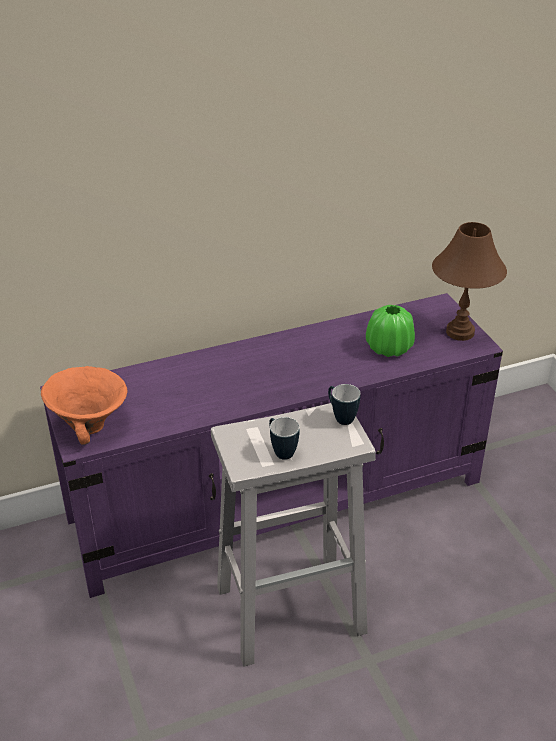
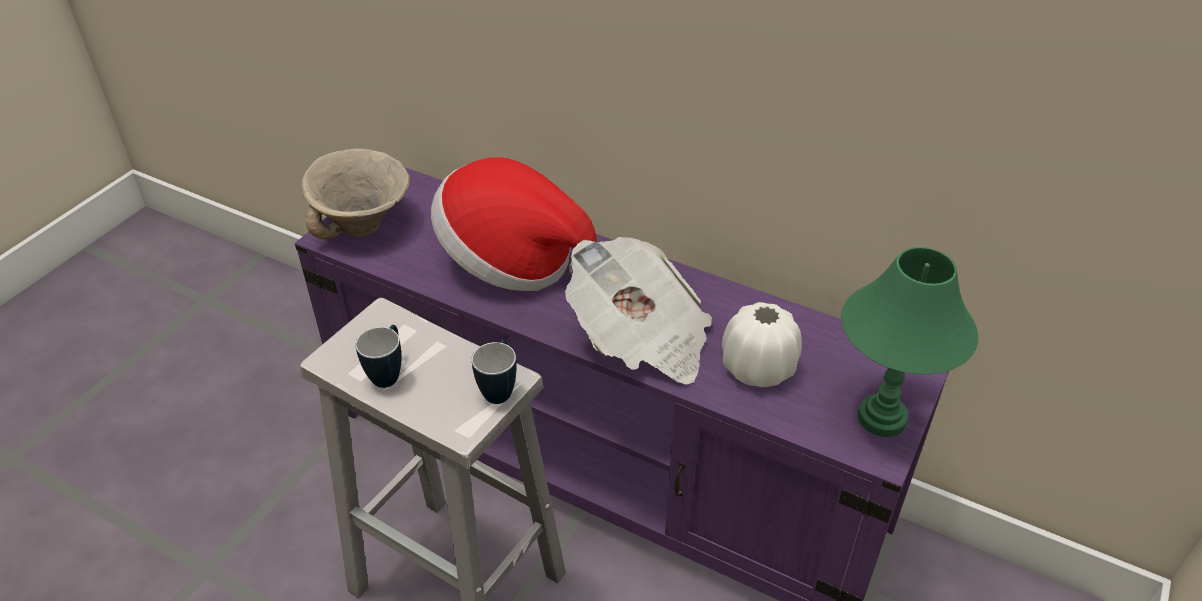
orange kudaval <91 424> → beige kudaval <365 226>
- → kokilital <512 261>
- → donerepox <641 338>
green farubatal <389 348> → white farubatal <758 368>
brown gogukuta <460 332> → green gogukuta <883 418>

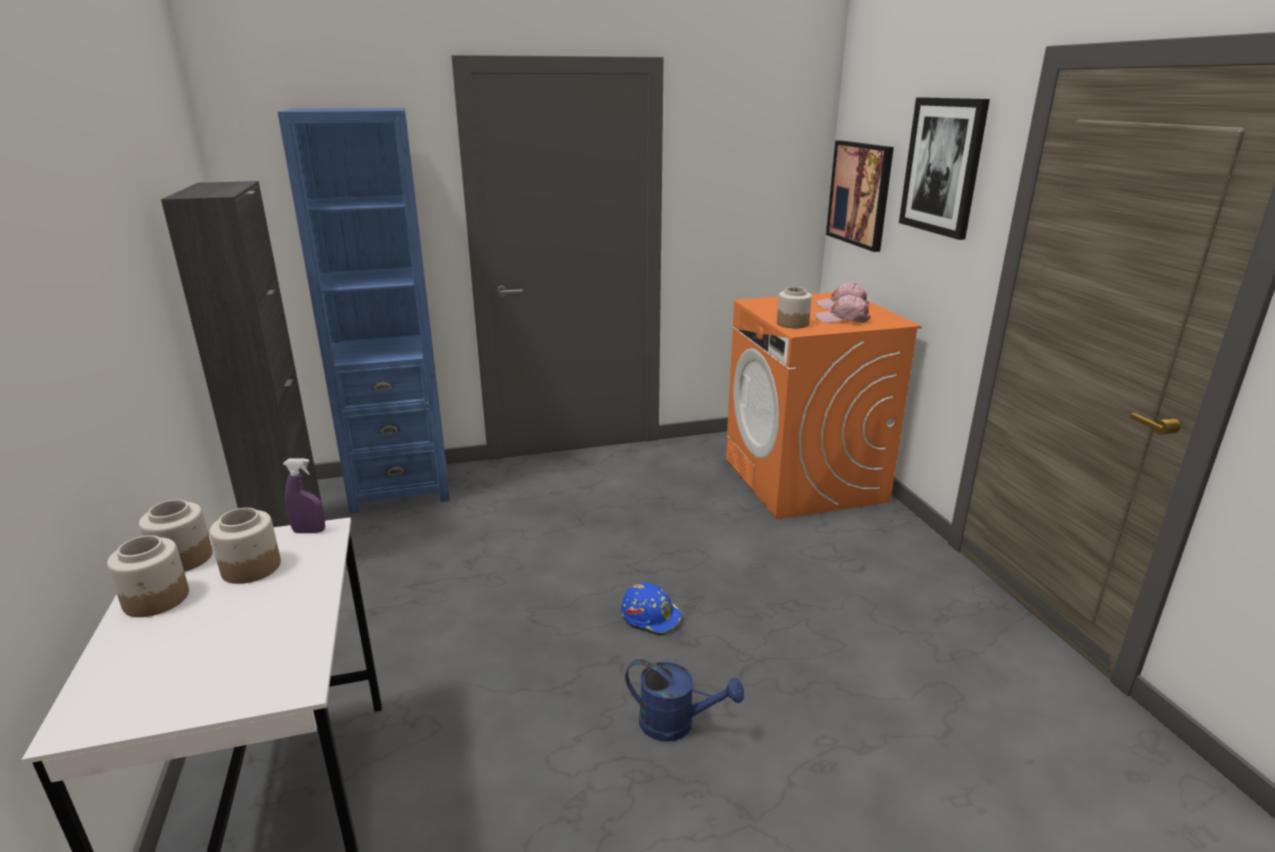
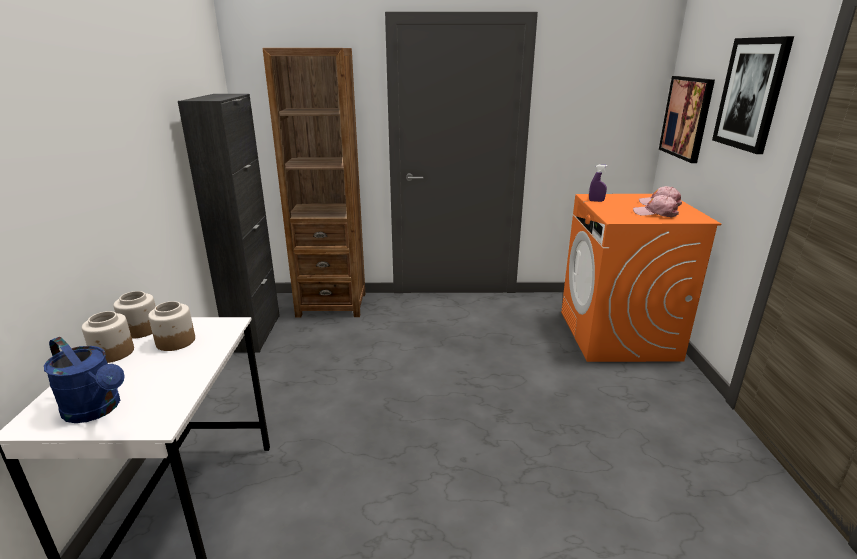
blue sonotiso <676 724> → blue sonotiso <97 410>, move
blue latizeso <400 488> → brown latizeso <332 305>
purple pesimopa <309 531> → purple pesimopa <596 201>, move
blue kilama <651 616> → -
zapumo <792 323> → -

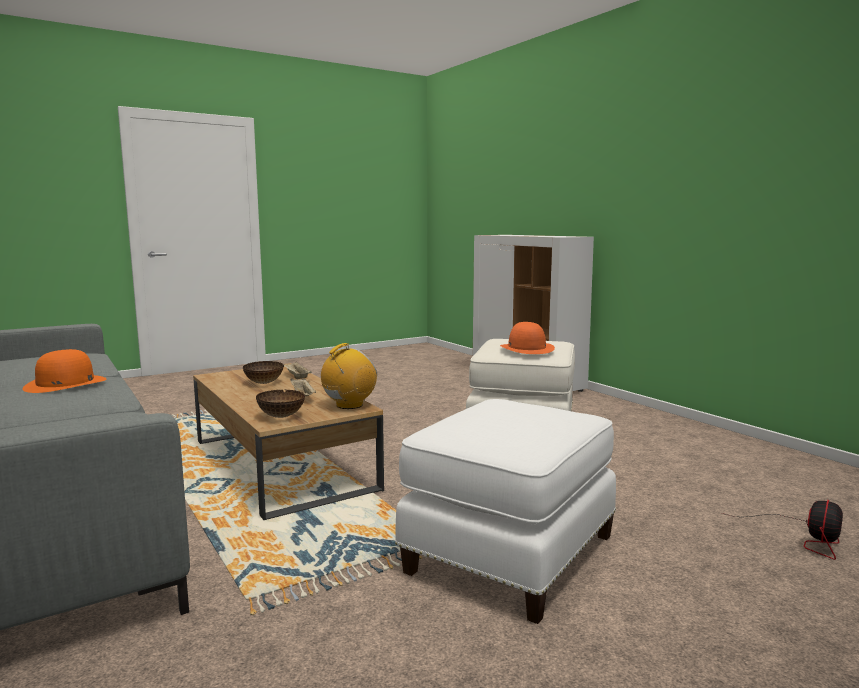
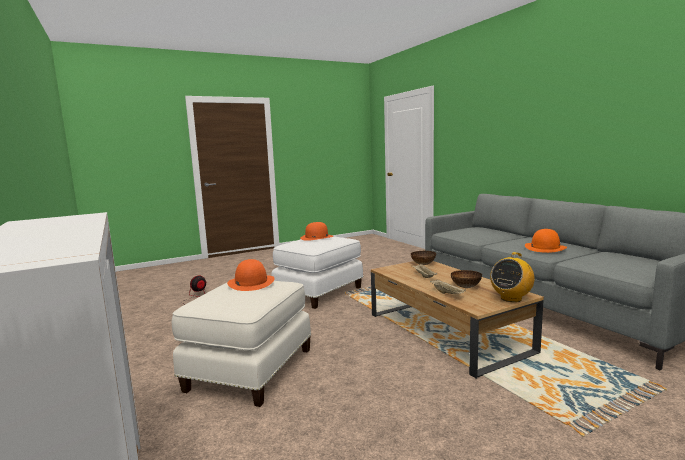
- → orange kokilital <316 237>
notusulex <349 405> → notusulex <511 298>, move

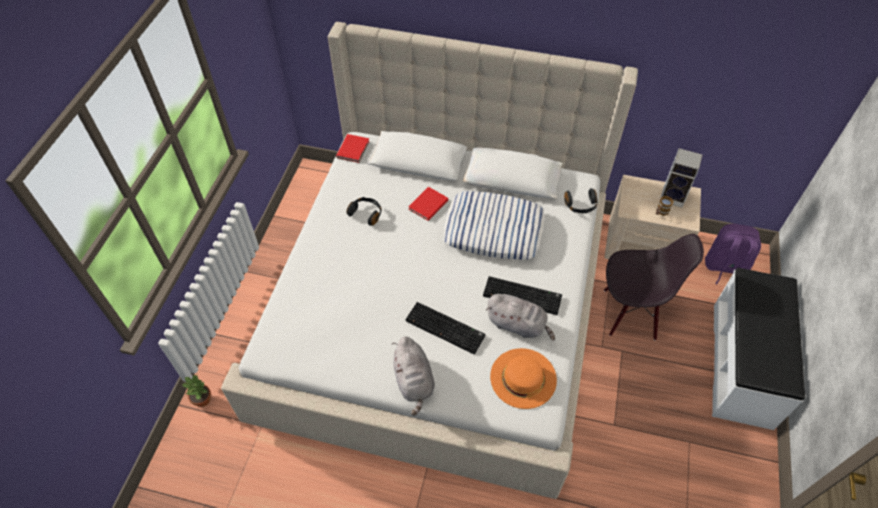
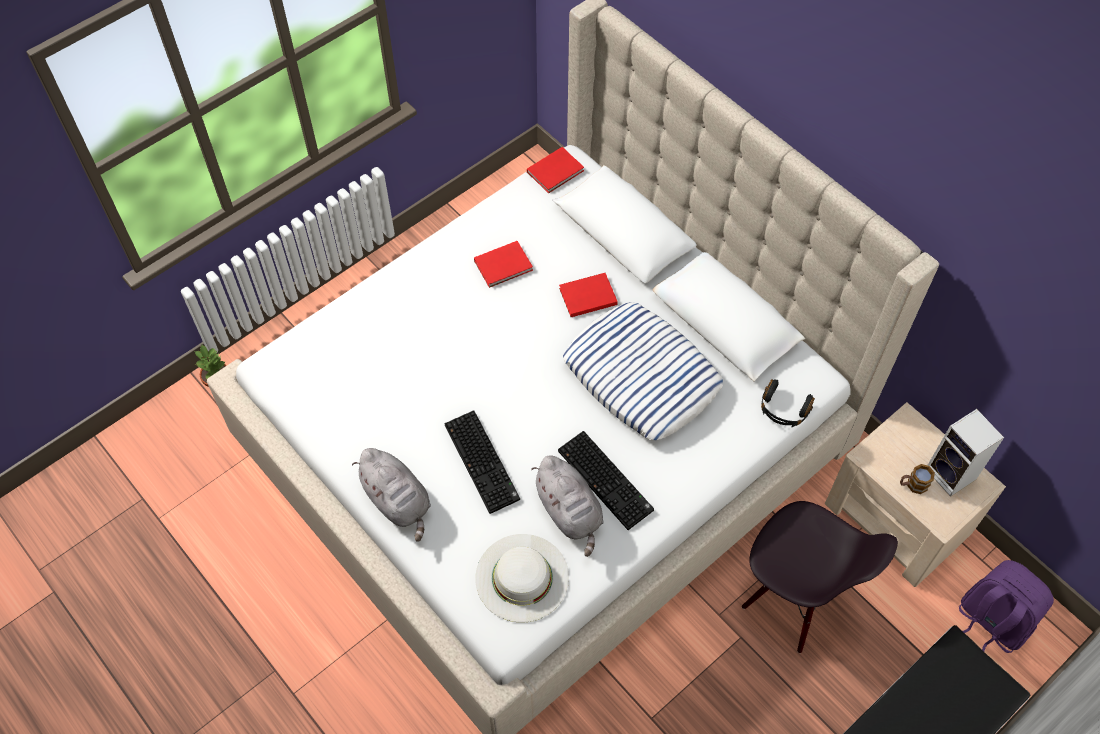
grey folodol <414 381> → grey folodol <398 501>, 60 degrees counterclockwise
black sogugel <366 213> → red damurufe <505 265>
orange kokilital <523 378> → white kokilital <522 577>

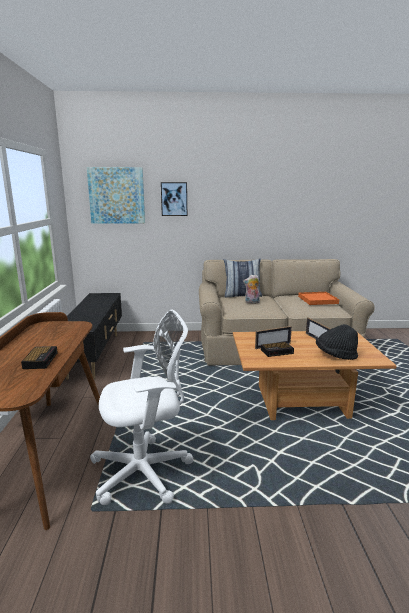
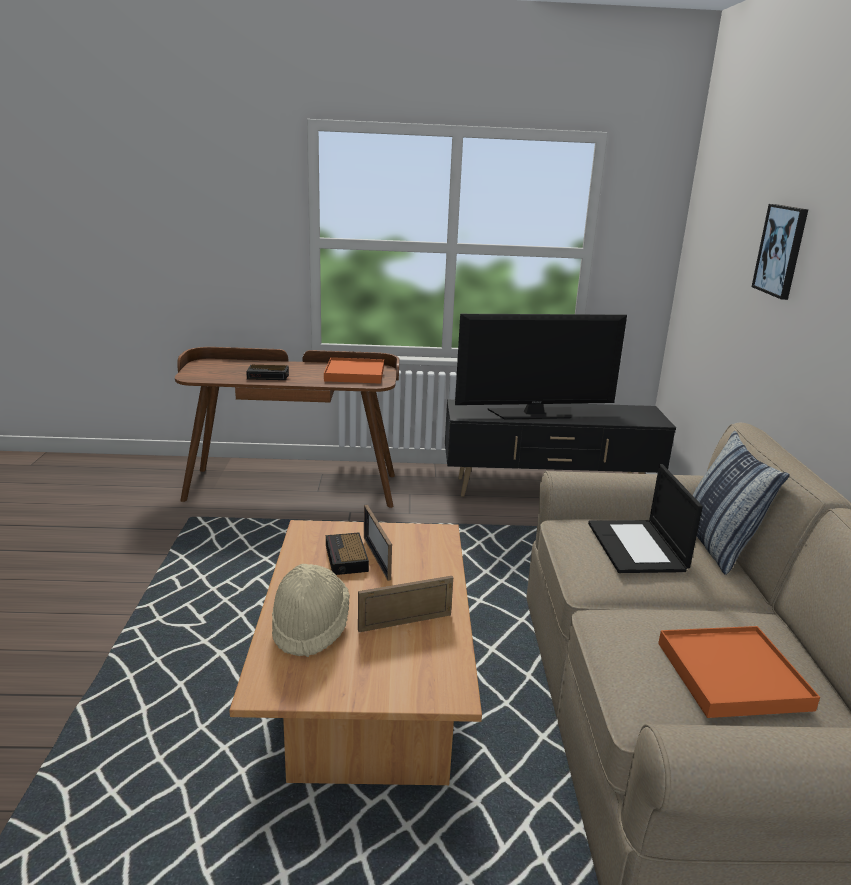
black kokilital <335 355> → beige kokilital <310 627>
- → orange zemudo <355 374>
- → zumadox <534 413>
folodol <251 302> → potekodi <637 547>
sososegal <116 195> → -
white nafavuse <146 471> → -

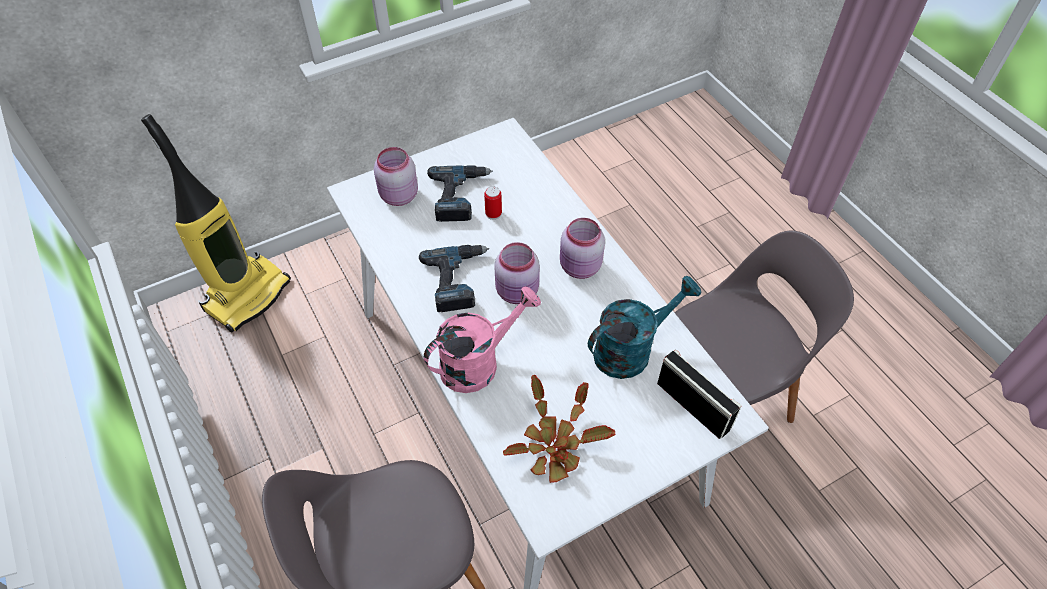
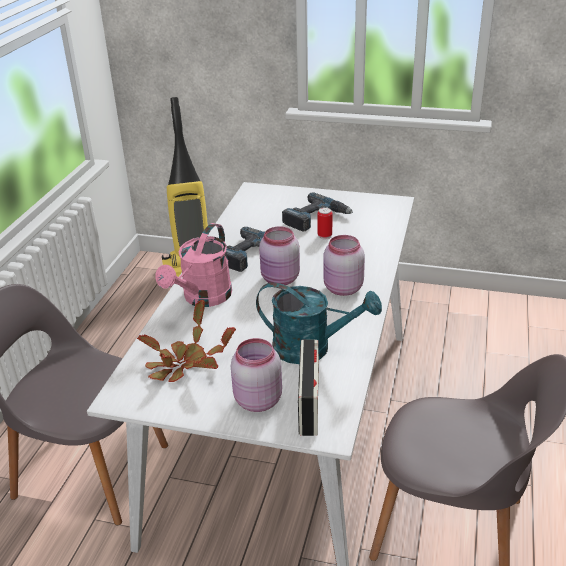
pink sonotiso <478 362> → pink sonotiso <203 298>, 105 degrees clockwise
pink zapumo <398 196> → pink zapumo <256 400>, move

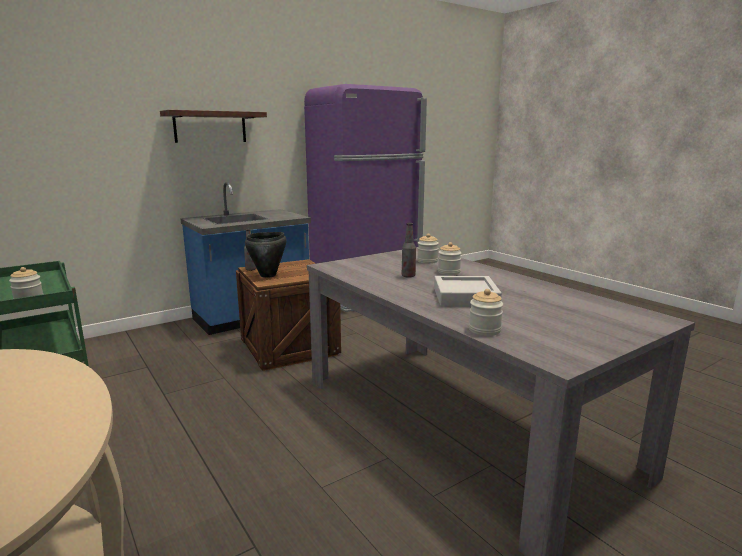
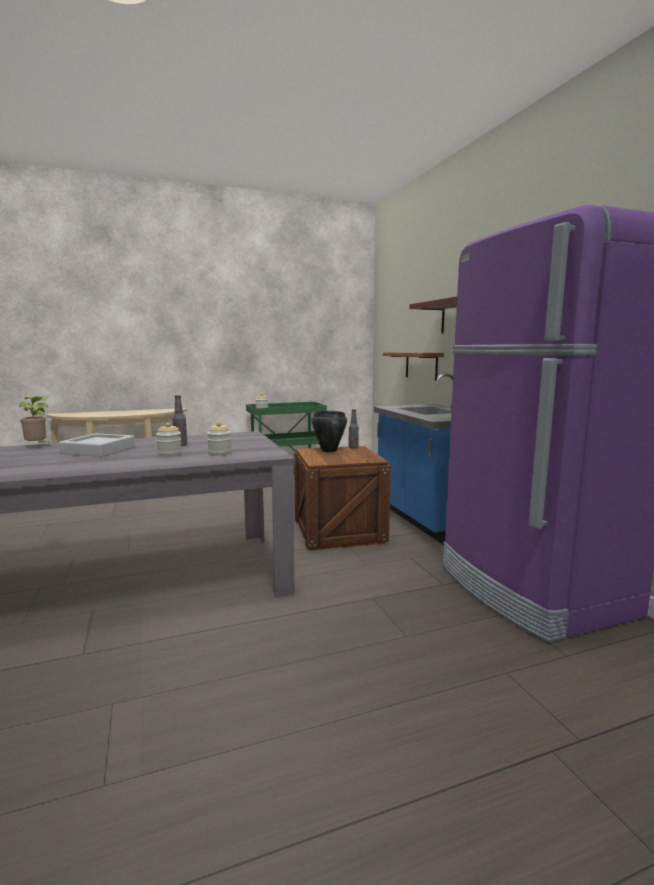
zapumo <484 330> → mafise <38 446>
- → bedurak <421 365>

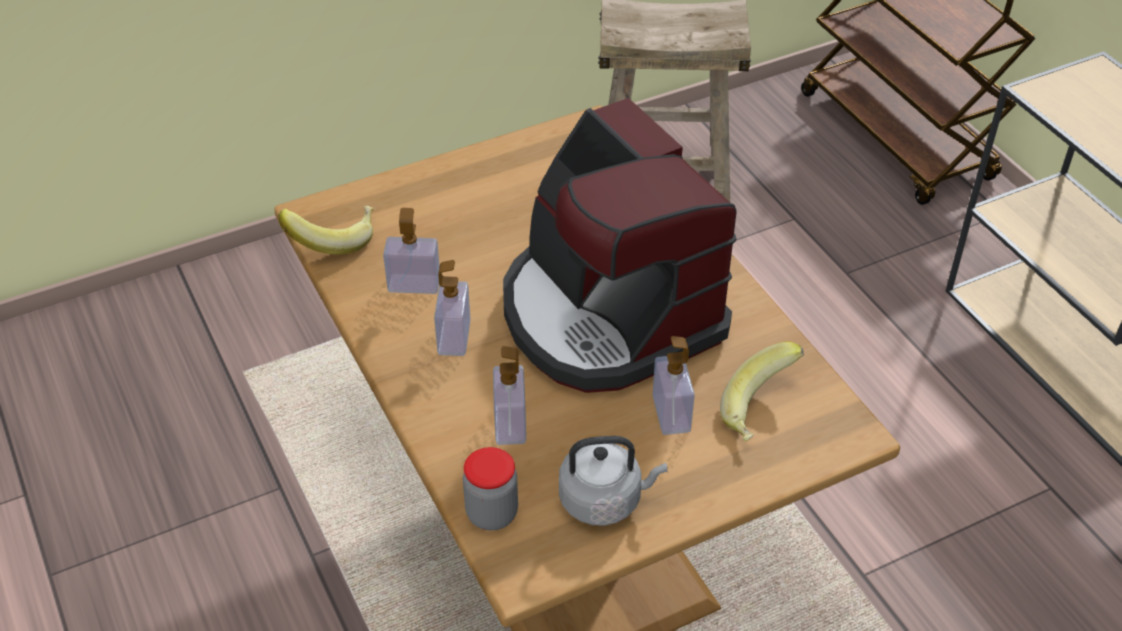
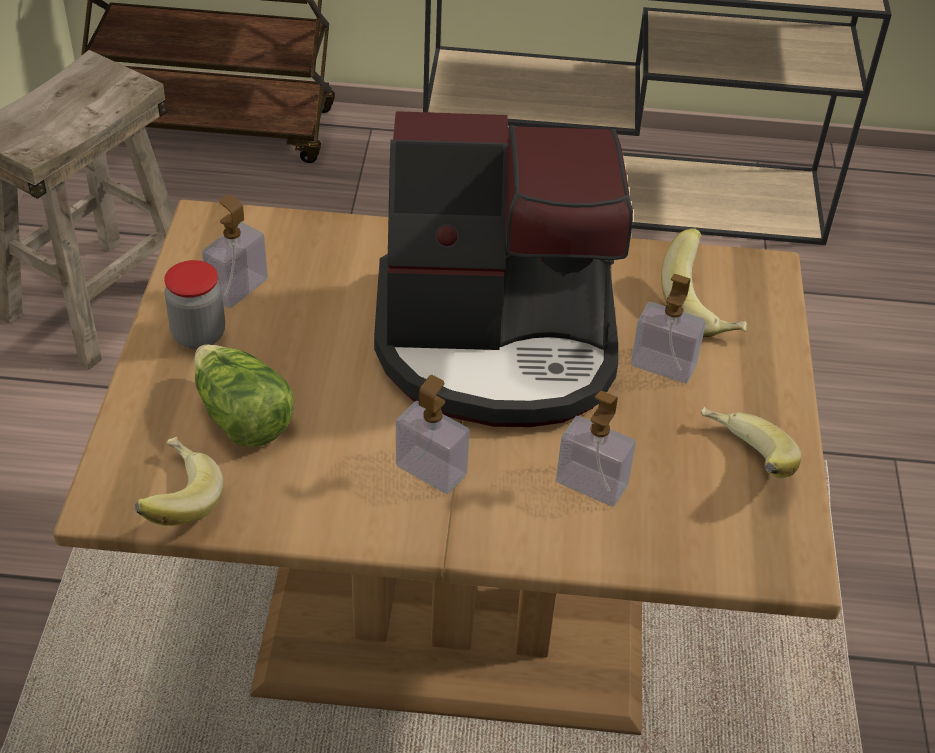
zapumo <492 514> → zapumo <199 335>, move
- → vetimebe <241 417>
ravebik <414 284> → ravebik <237 288>, move
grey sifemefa <604 500> → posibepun <740 463>

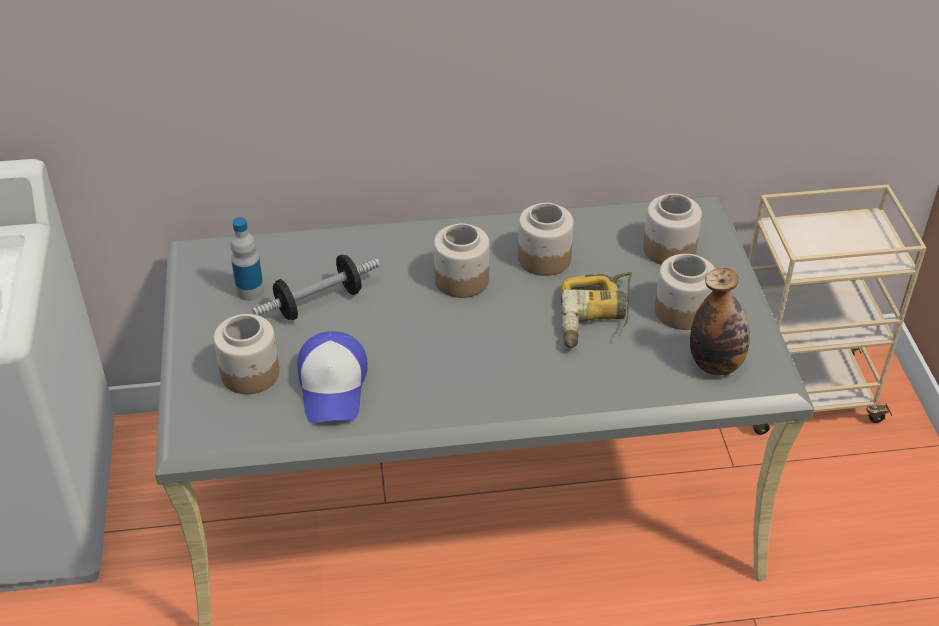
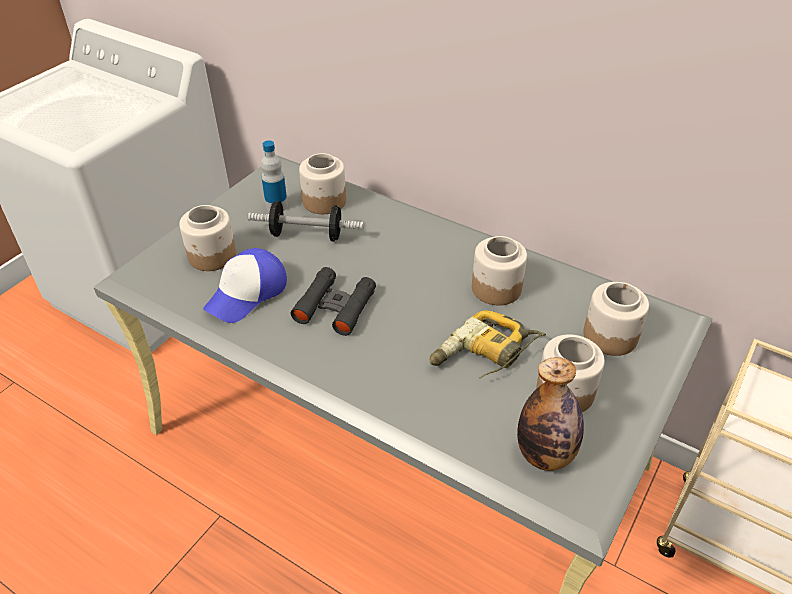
- → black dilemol <335 307>
zapumo <461 280> → zapumo <323 201>, move

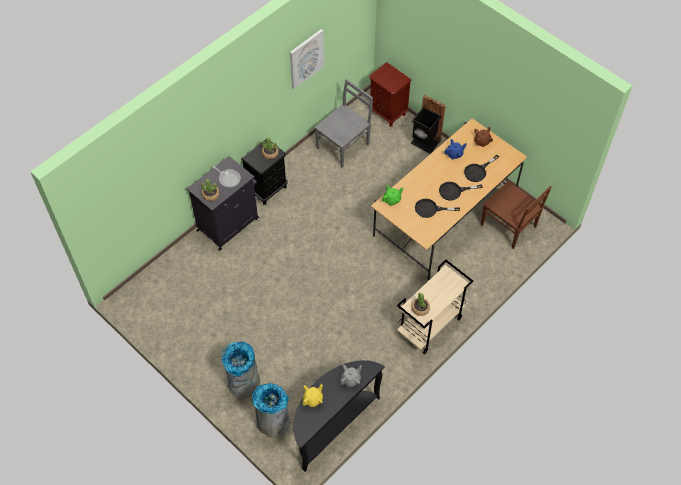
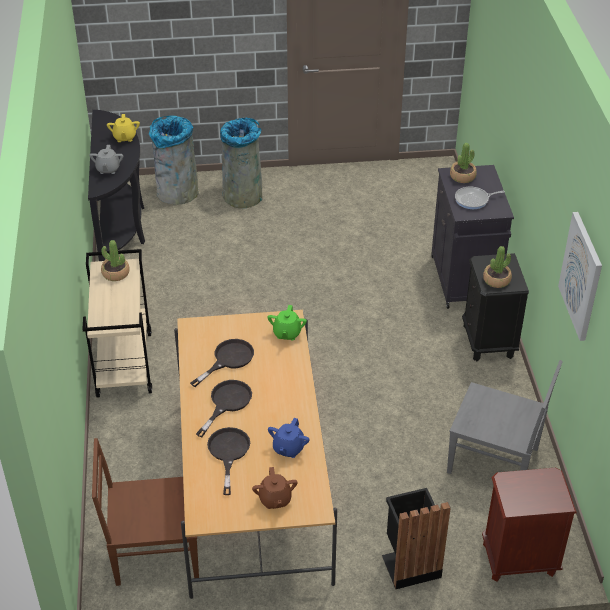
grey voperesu <344 145> → grey voperesu <495 462>, 60 degrees counterclockwise

